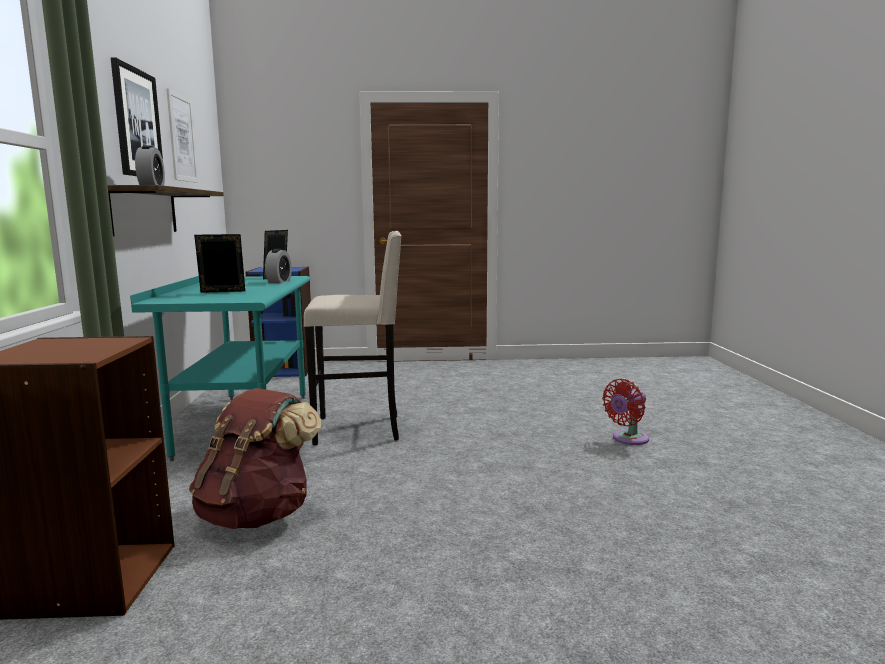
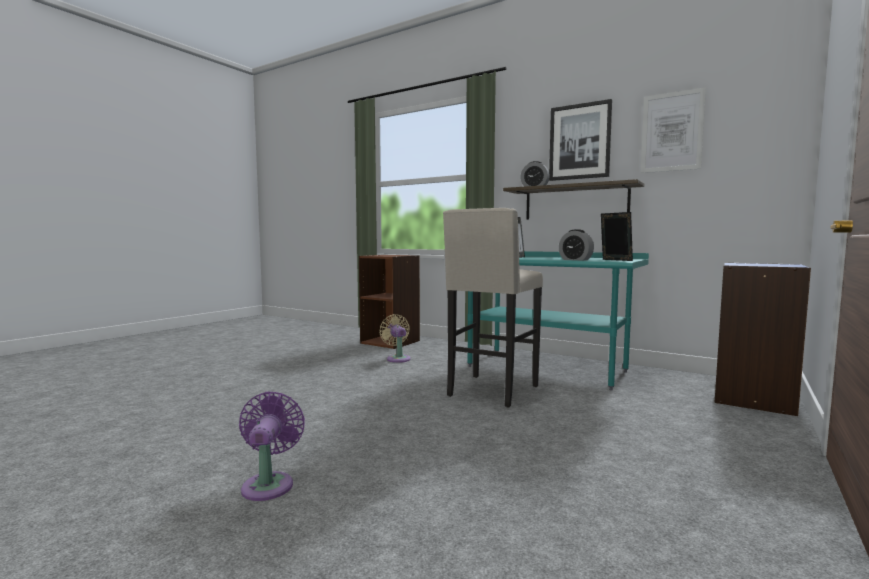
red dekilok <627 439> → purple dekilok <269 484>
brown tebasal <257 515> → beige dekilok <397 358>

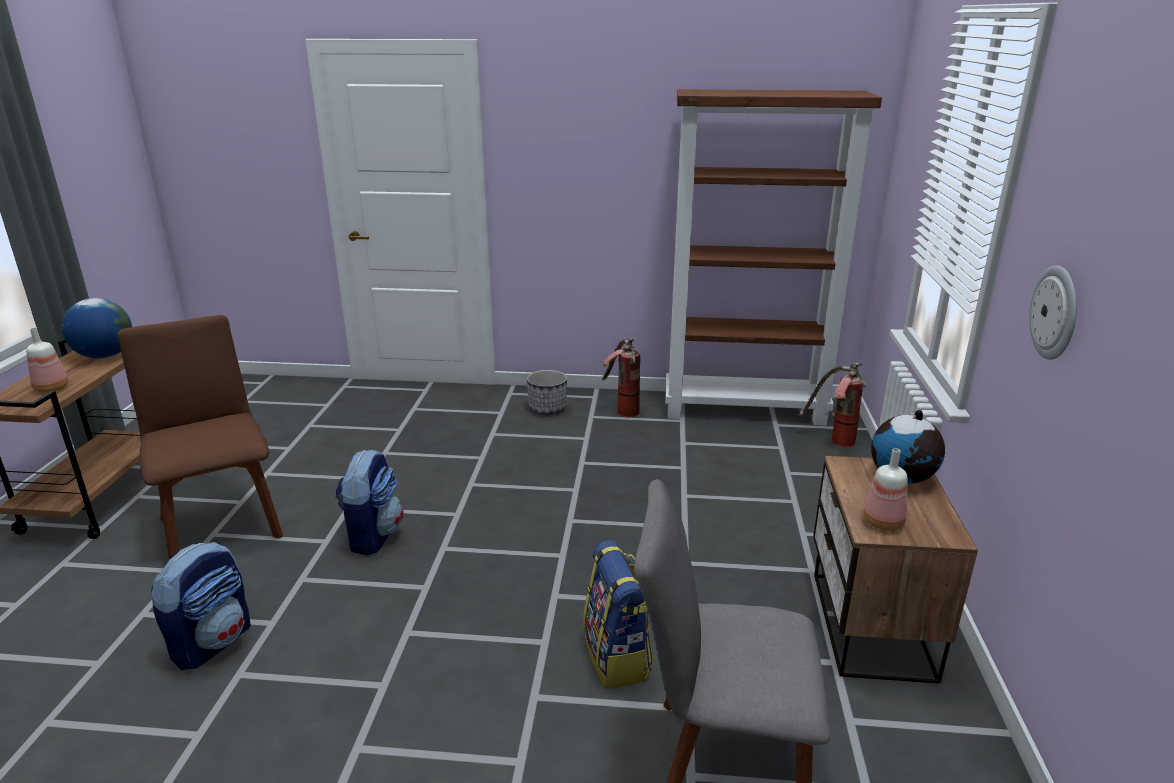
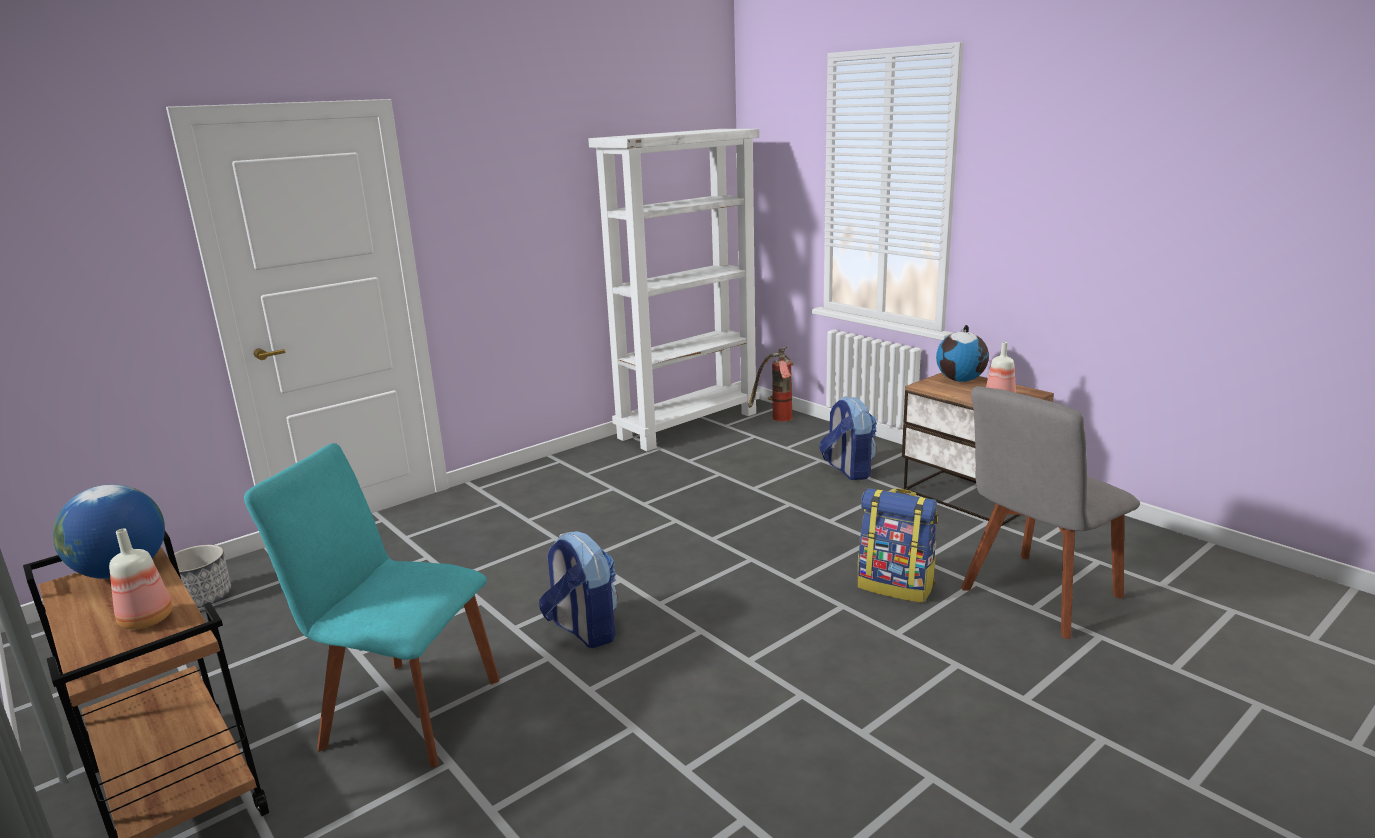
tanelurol <547 408> → tanelurol <203 598>, move
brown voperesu <221 523> → turquoise voperesu <404 710>
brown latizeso <745 409> → white latizeso <688 425>
tebasal <213 642> → tebasal <848 470>, move
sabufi <621 409> → -
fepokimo <1055 313> → -

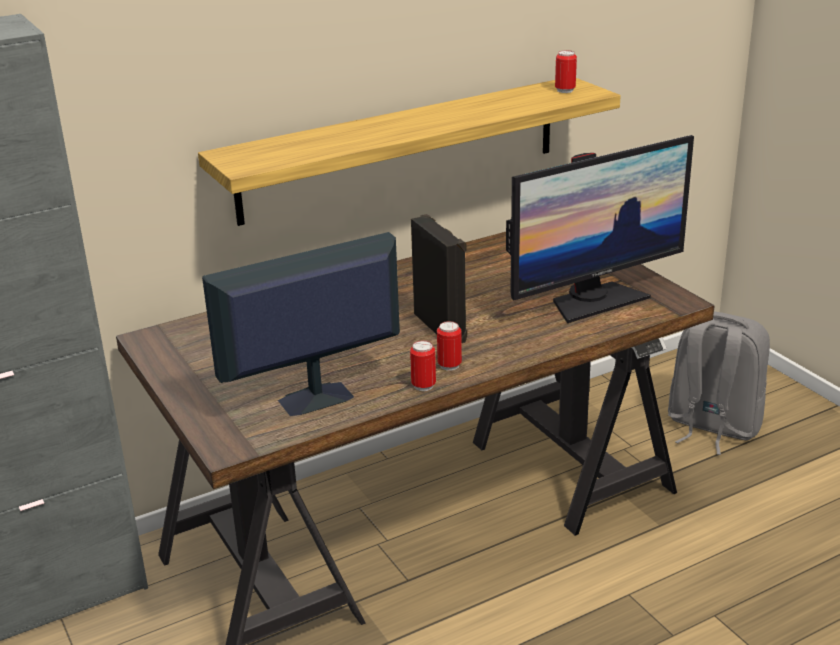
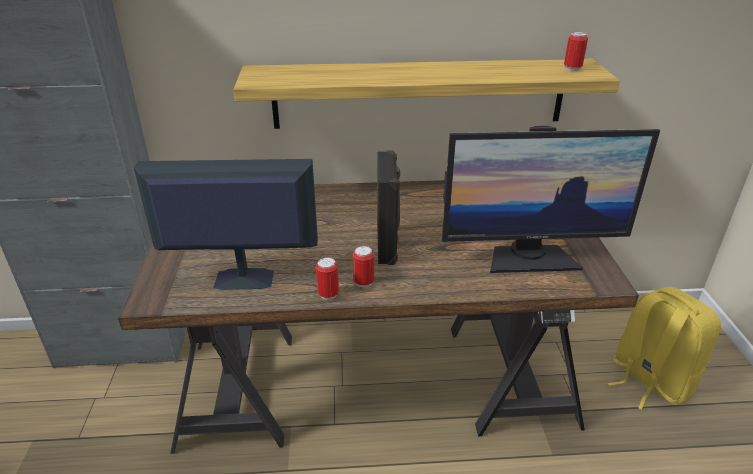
grey tebasal <712 426> → yellow tebasal <649 380>

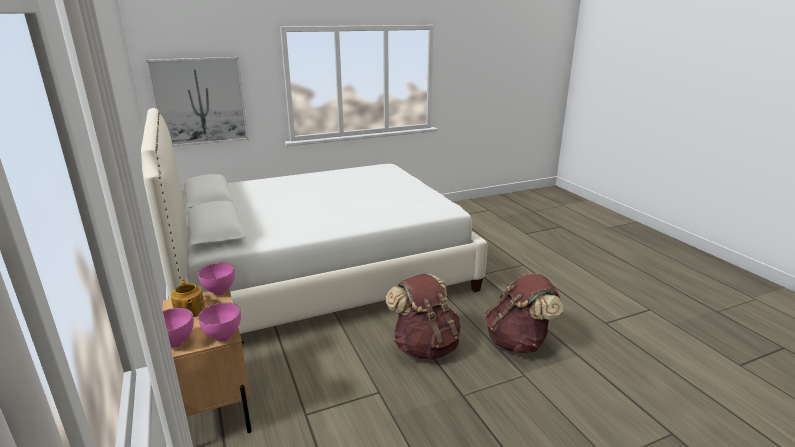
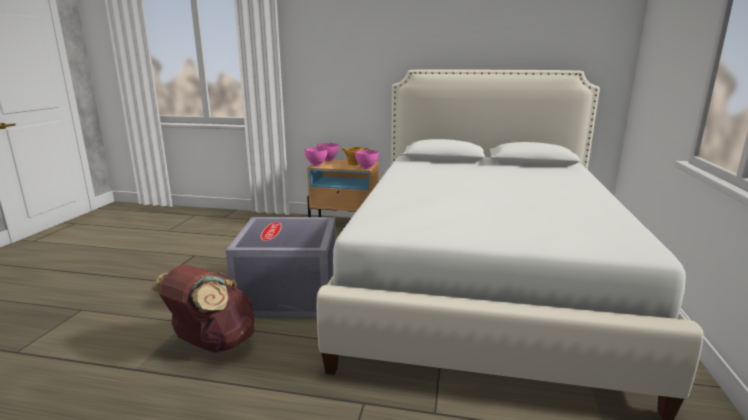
brown tebasal <425 346> → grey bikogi <290 294>
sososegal <200 101> → -

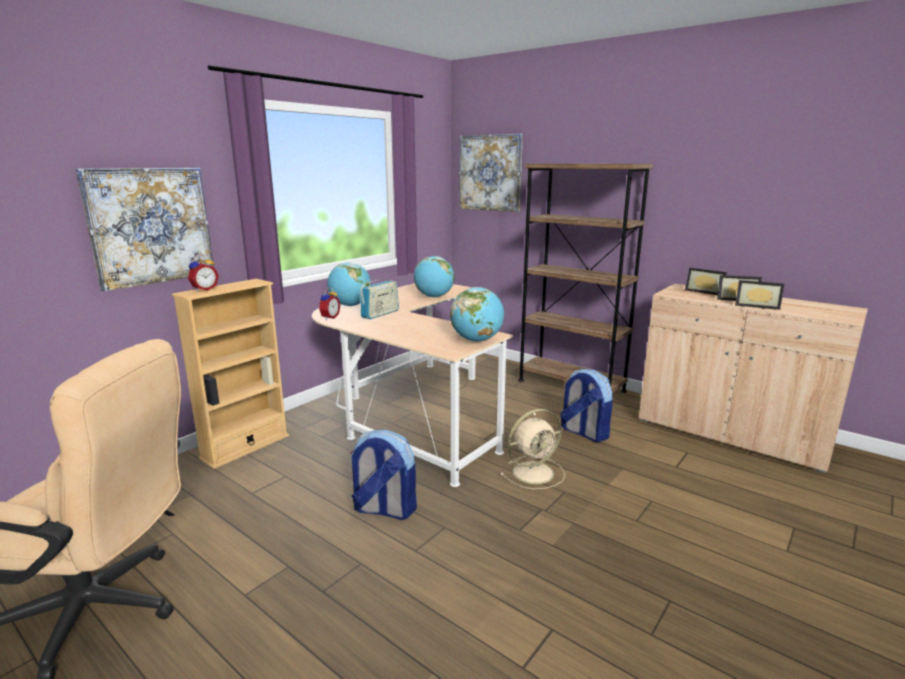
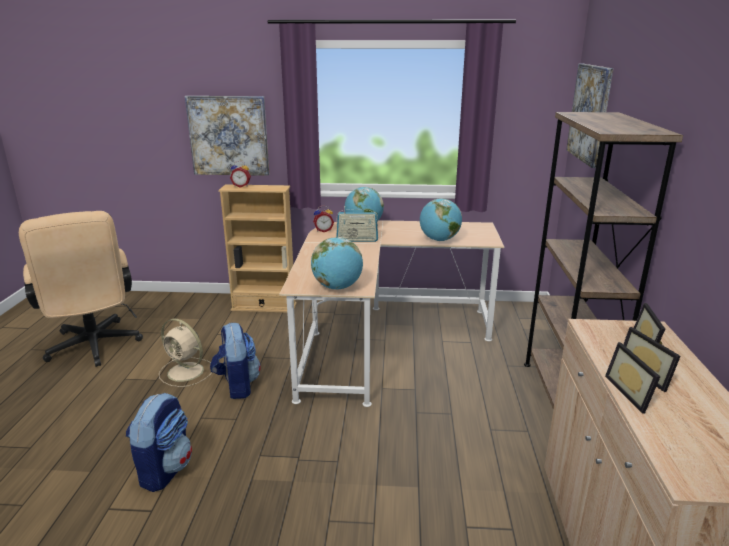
tebasal <583 433> → tebasal <165 469>, move
beige dekilok <534 472> → beige dekilok <187 372>, move

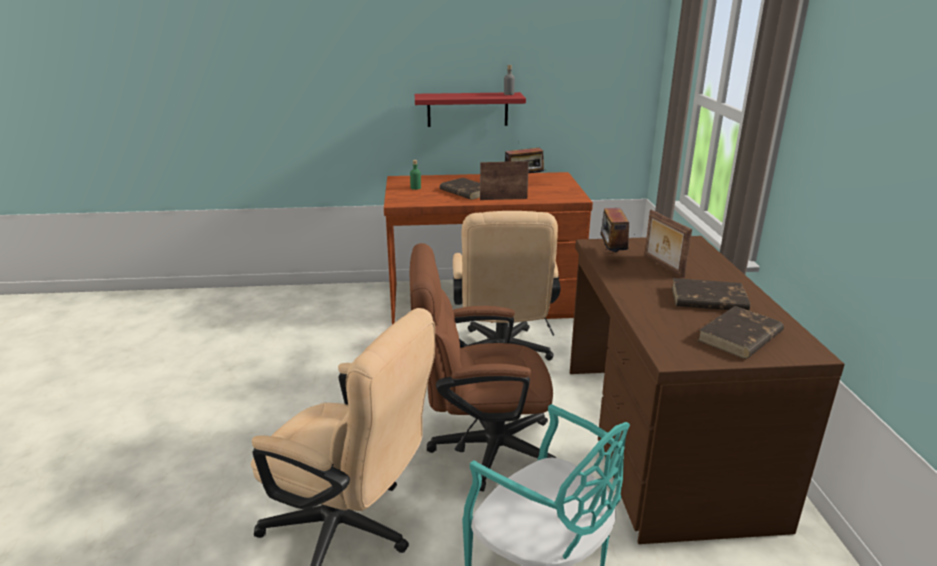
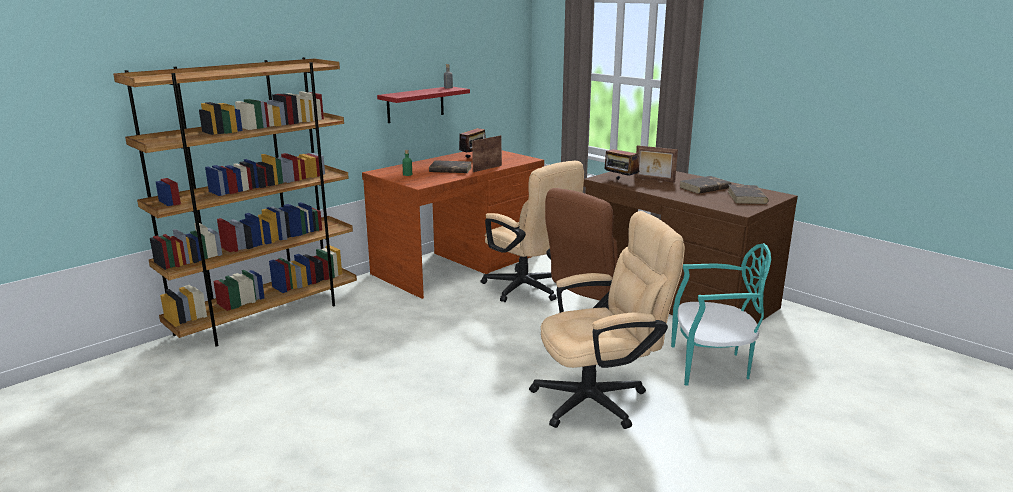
- → brown latizeso <267 316>

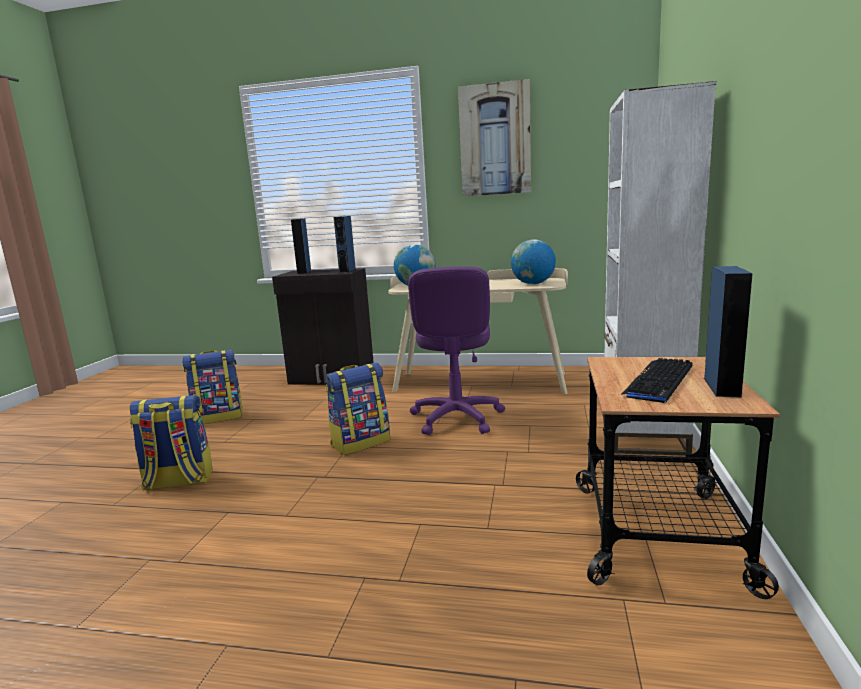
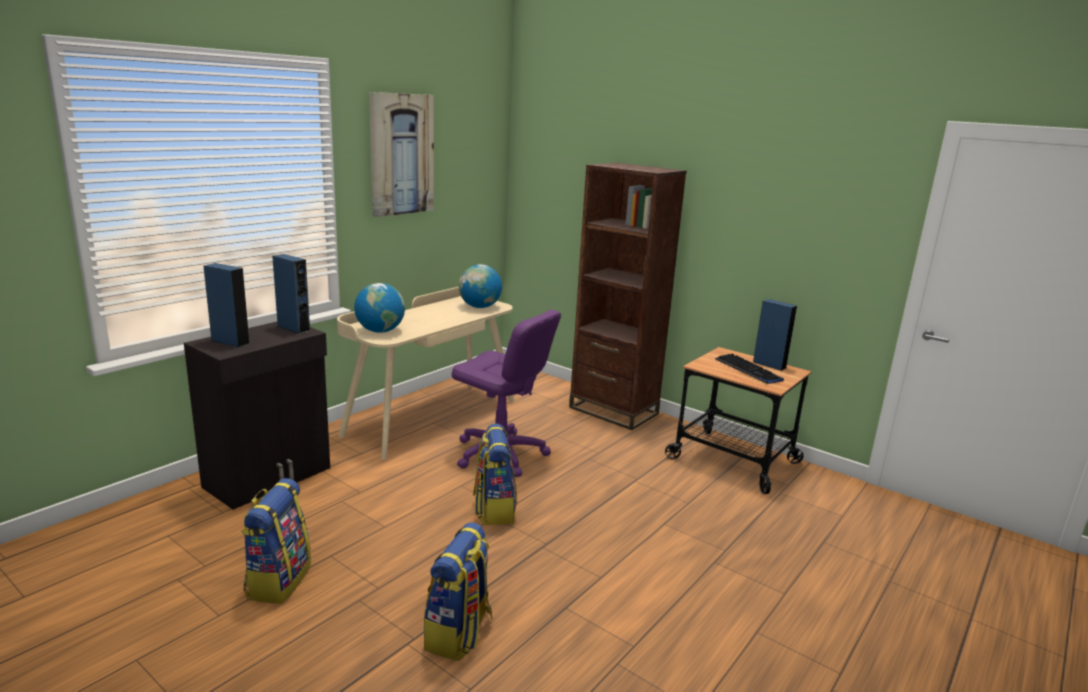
white latizeso <642 433> → brown latizeso <613 411>

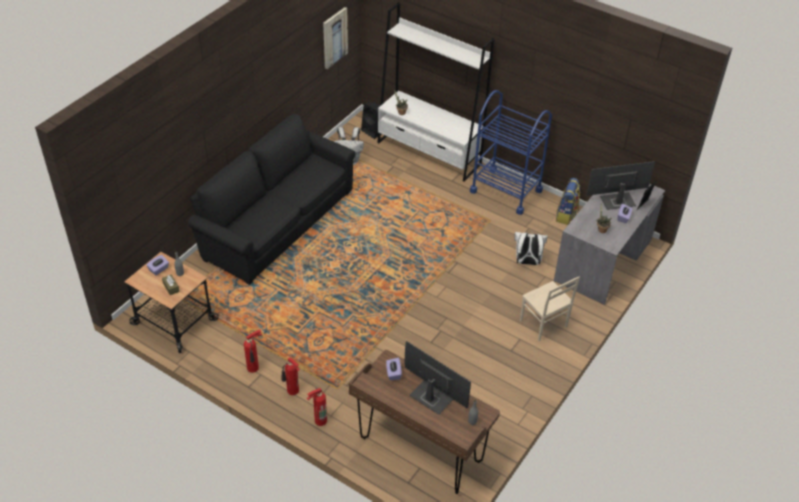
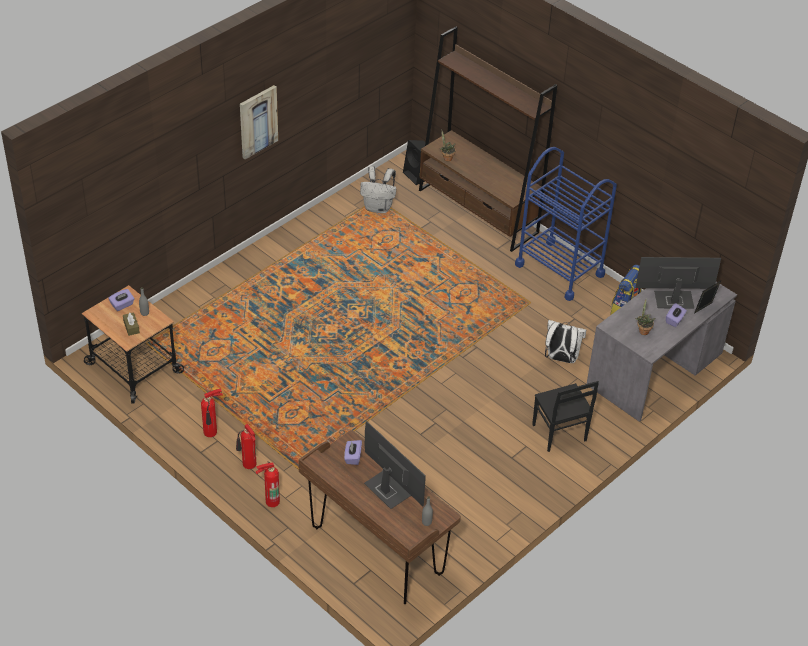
sososegal <334 37> → sososegal <258 121>, move
white latizeso <429 153> → brown latizeso <478 211>
beige voperesu <543 324> → black voperesu <559 434>
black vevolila <275 224> → -

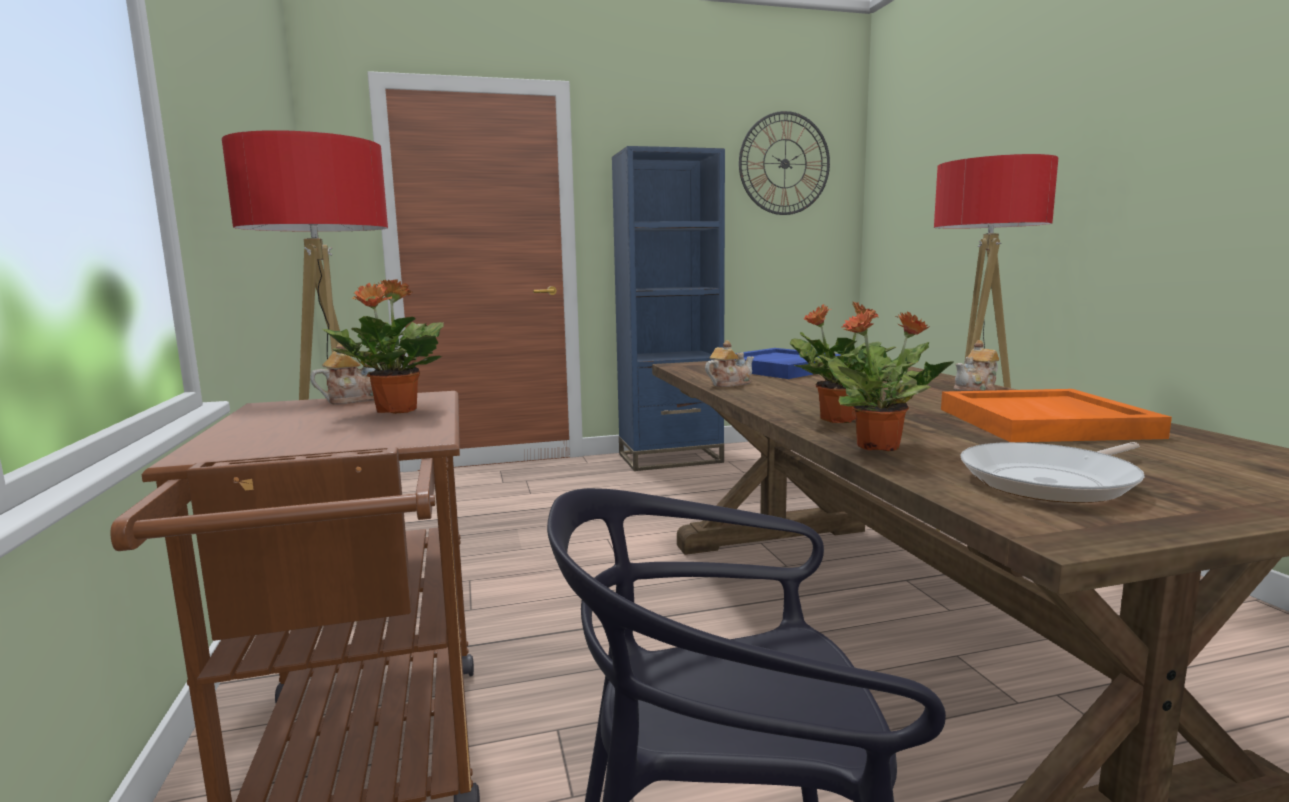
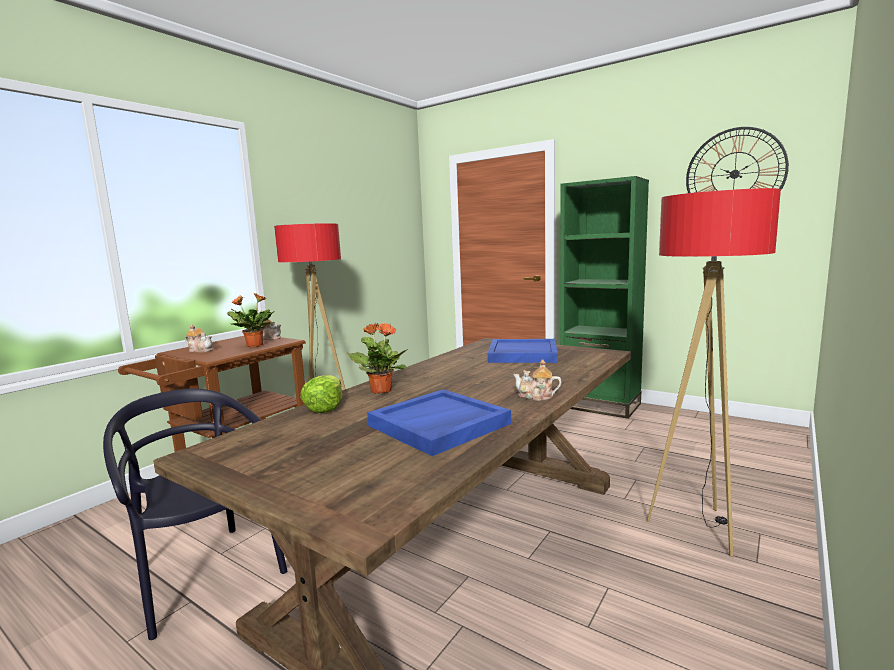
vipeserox <729 384> → vipeserox <201 350>, move
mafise <880 446> → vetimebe <325 407>
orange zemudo <1045 423> → blue zemudo <438 425>
blue latizeso <670 458> → green latizeso <600 405>
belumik <1053 481> → -

